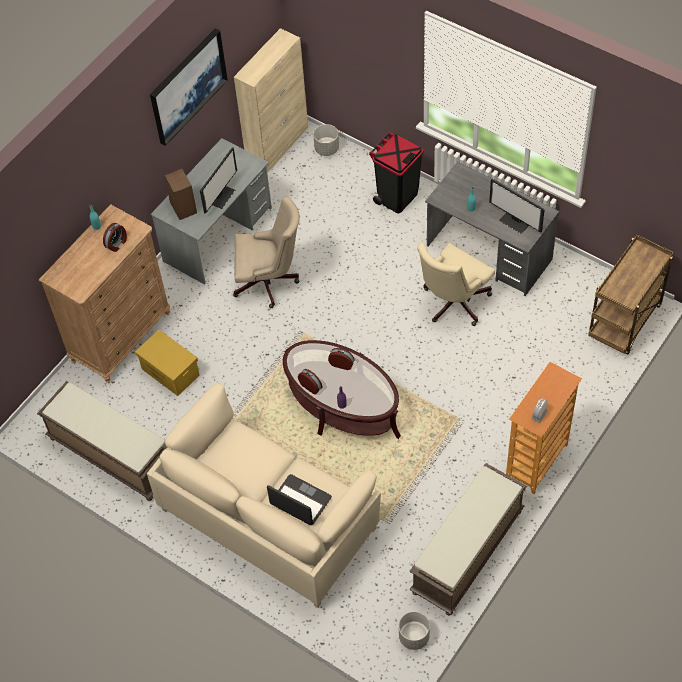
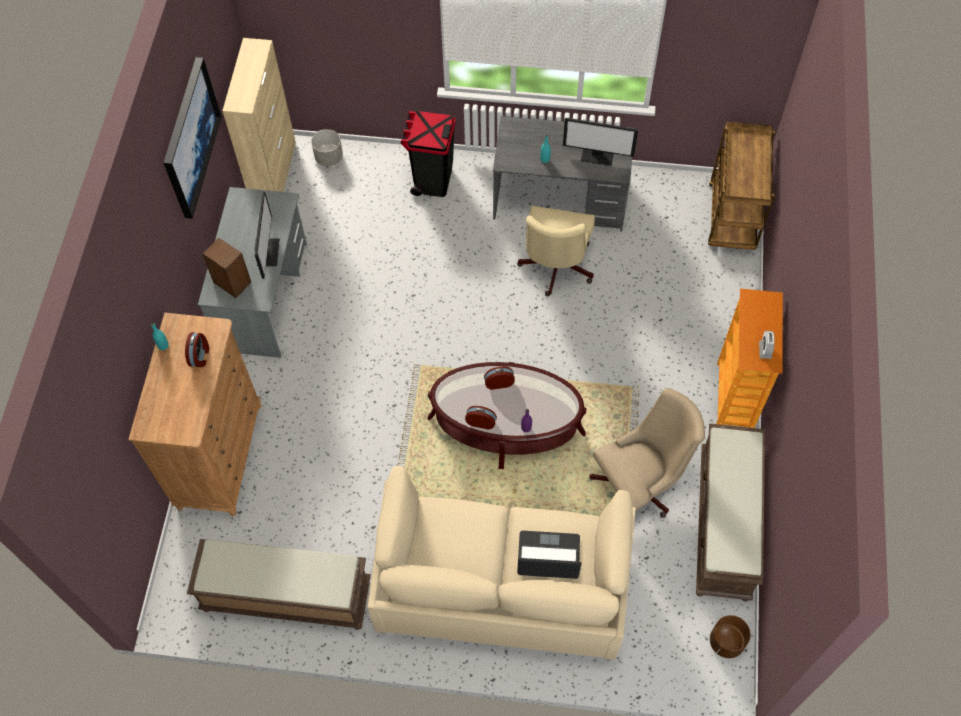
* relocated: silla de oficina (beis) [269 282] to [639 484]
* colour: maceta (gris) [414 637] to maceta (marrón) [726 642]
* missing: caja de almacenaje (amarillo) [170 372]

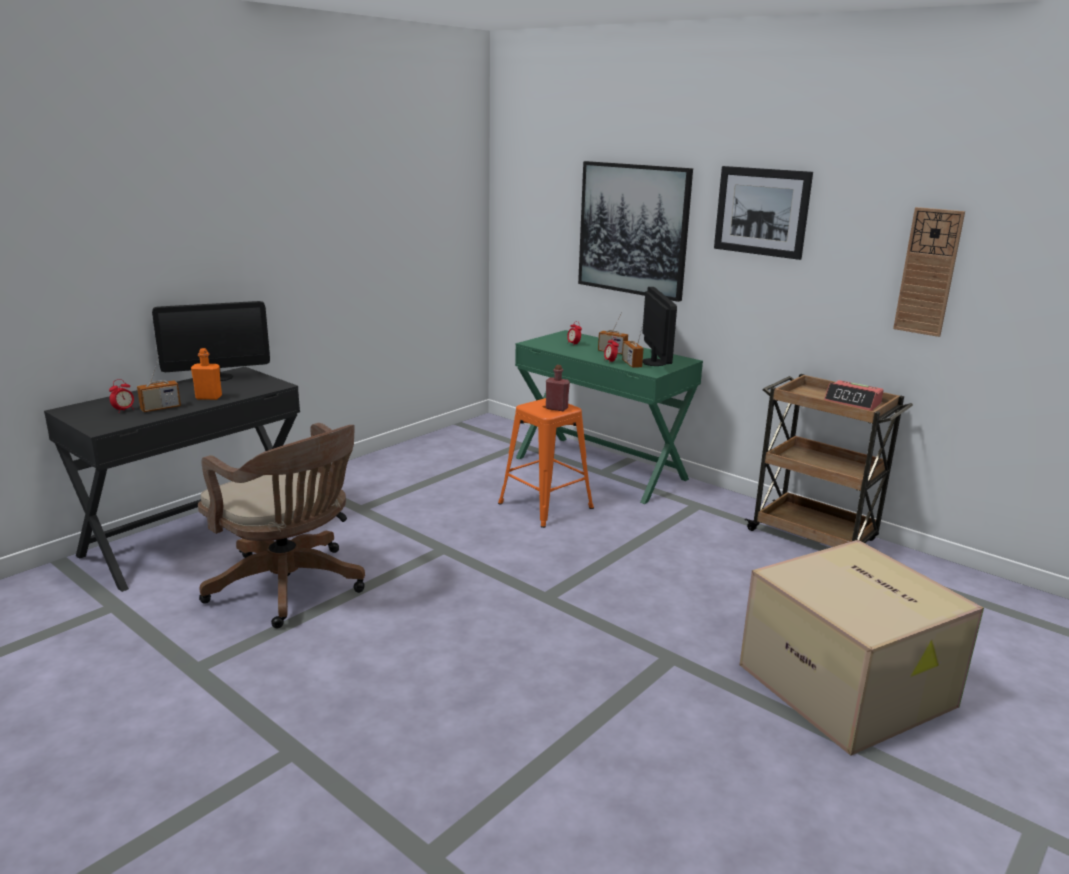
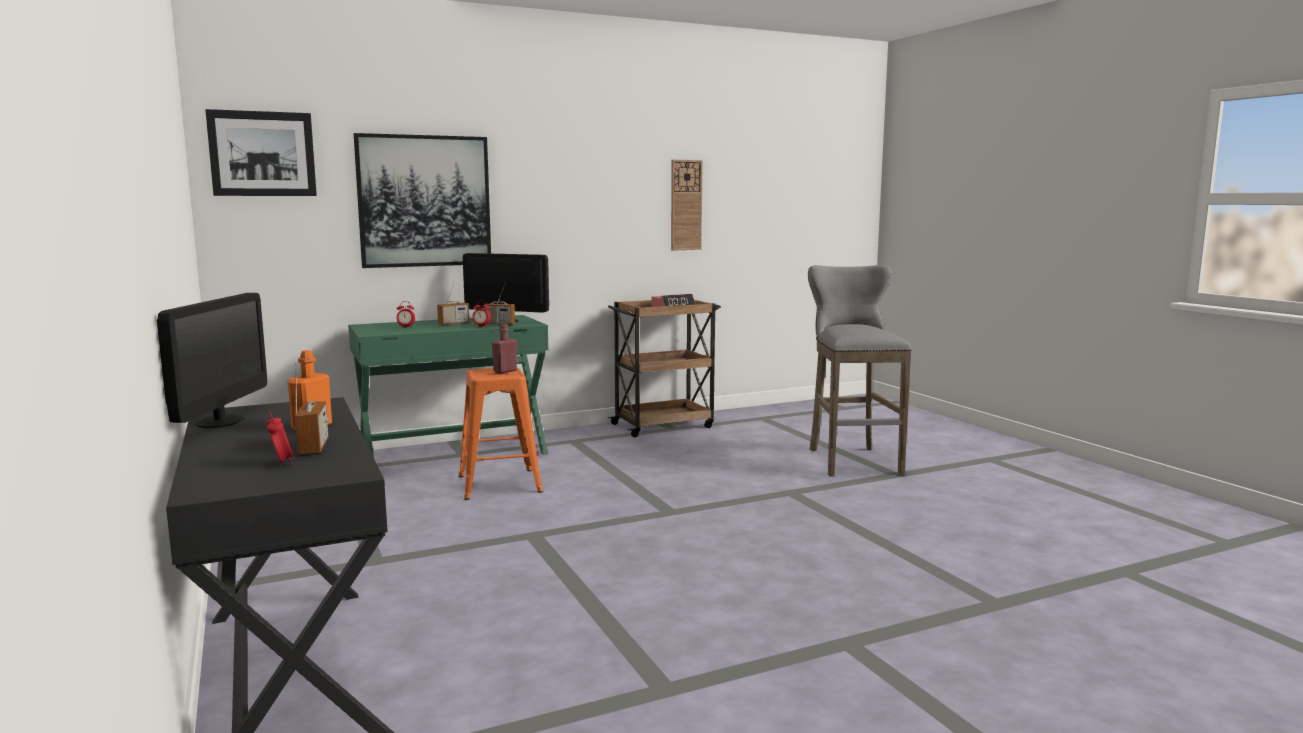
* relocated: cuadro [761 211] to [262 154]
* exchanged: caja de cartón [849 686] to taburete (gris) [851 460]
* missing: silla de oficina (marrón) [291 588]

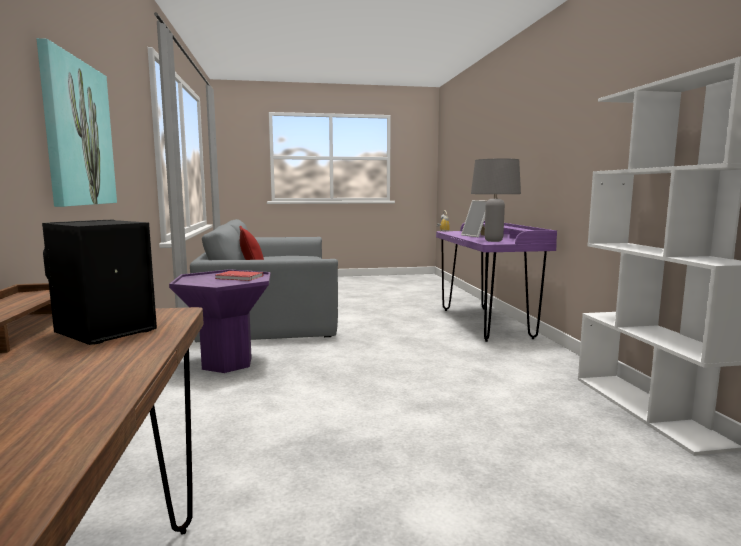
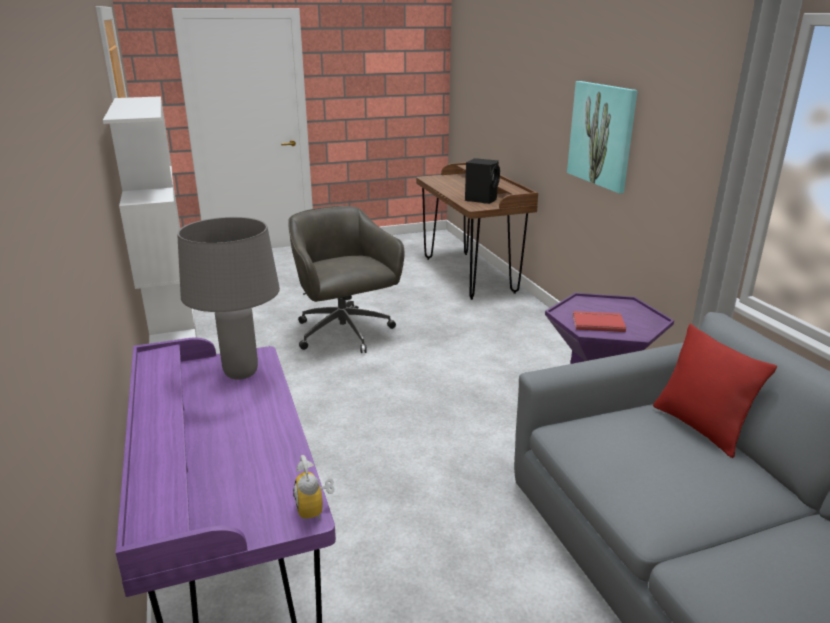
* appeared: silla de oficina (gris) [344 333]
* missing: portarretratos [476 236]

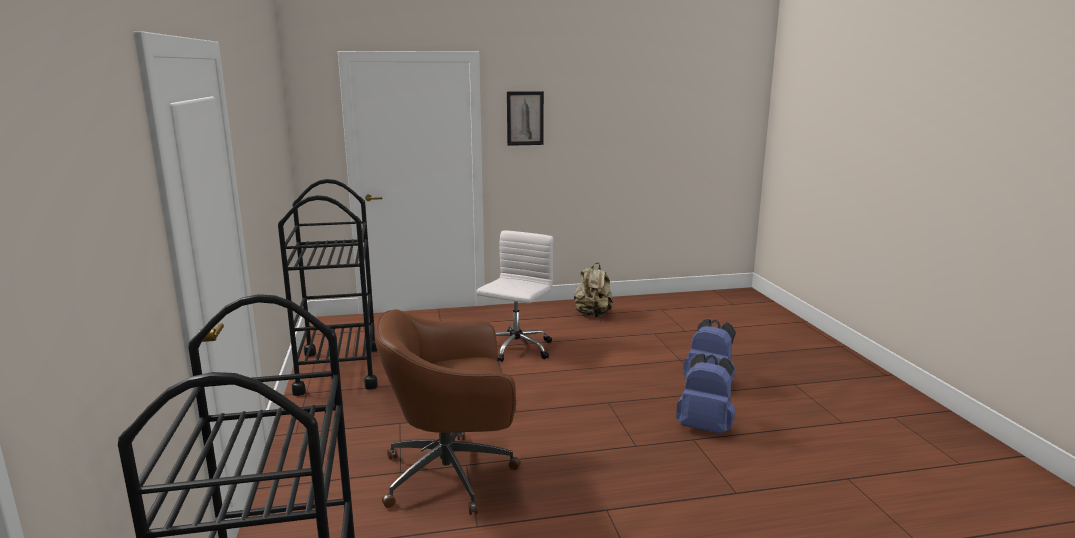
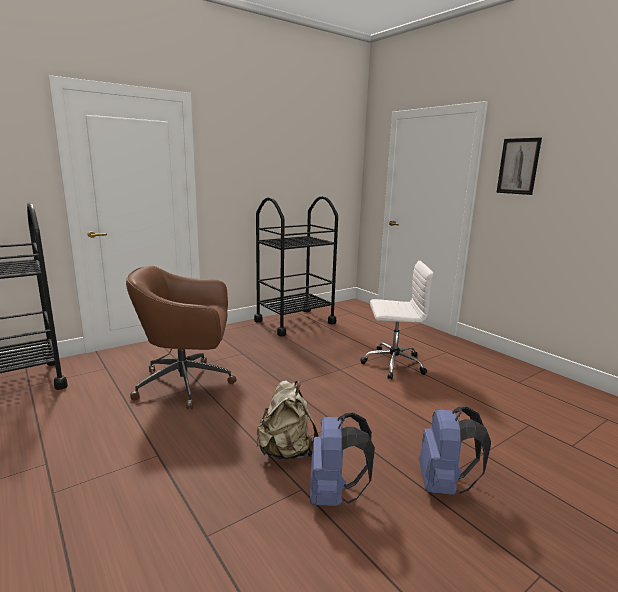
* spun: silla de oficina (marrón) [452 474] = [187 384] 60 degrees counterclockwise
* relocated: mochila (beis) [593 315] to [286 451]

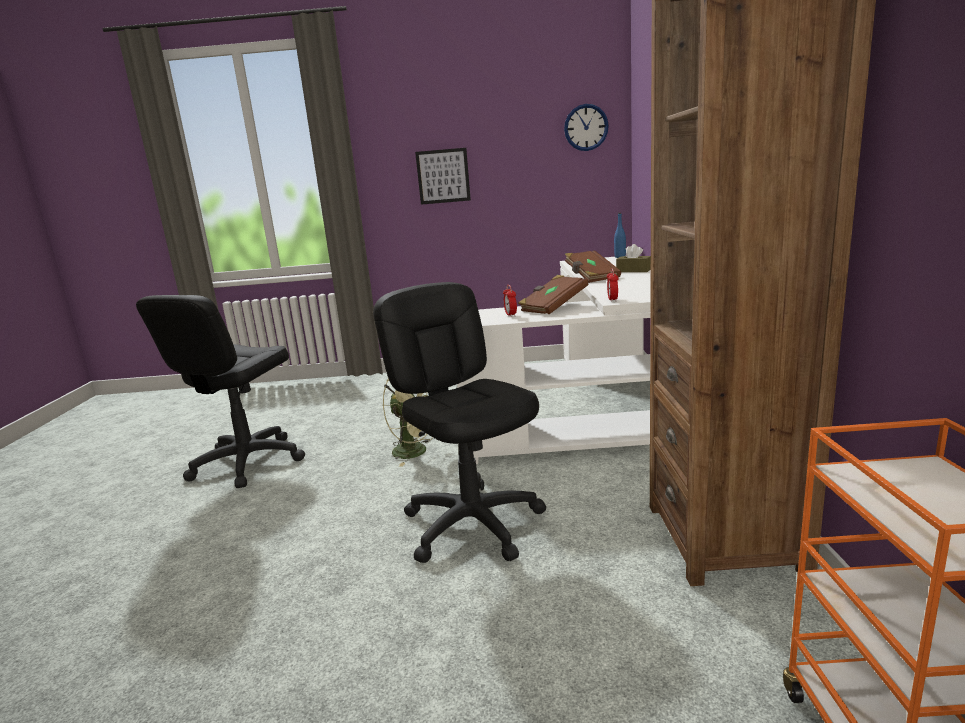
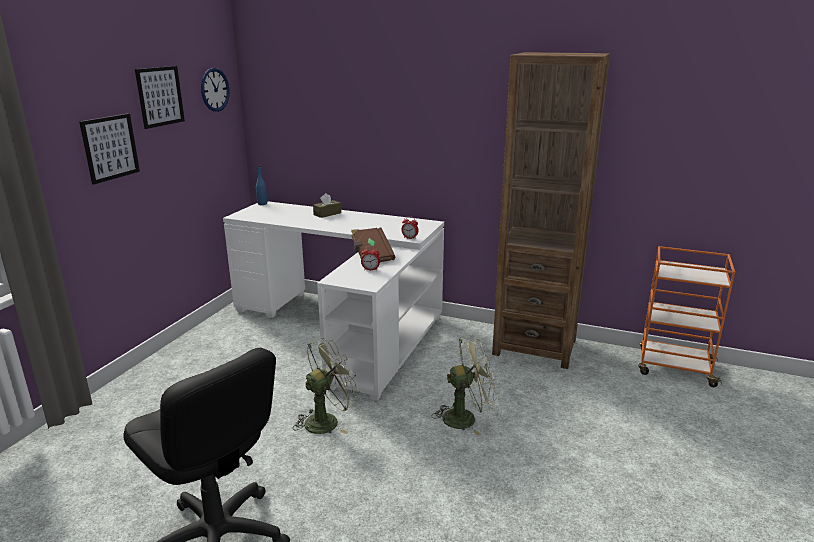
* appeared: cuadro [160 96]
* exchanged: silla de oficina (negro) [473 524] to ventilador (verde) [466 417]
* missing: libro (marrón) [591 277]

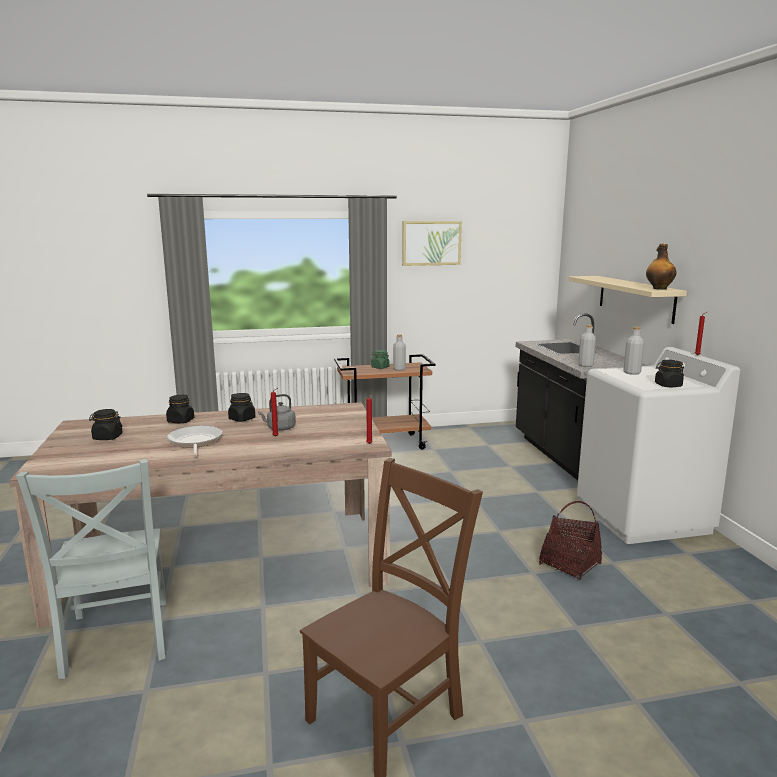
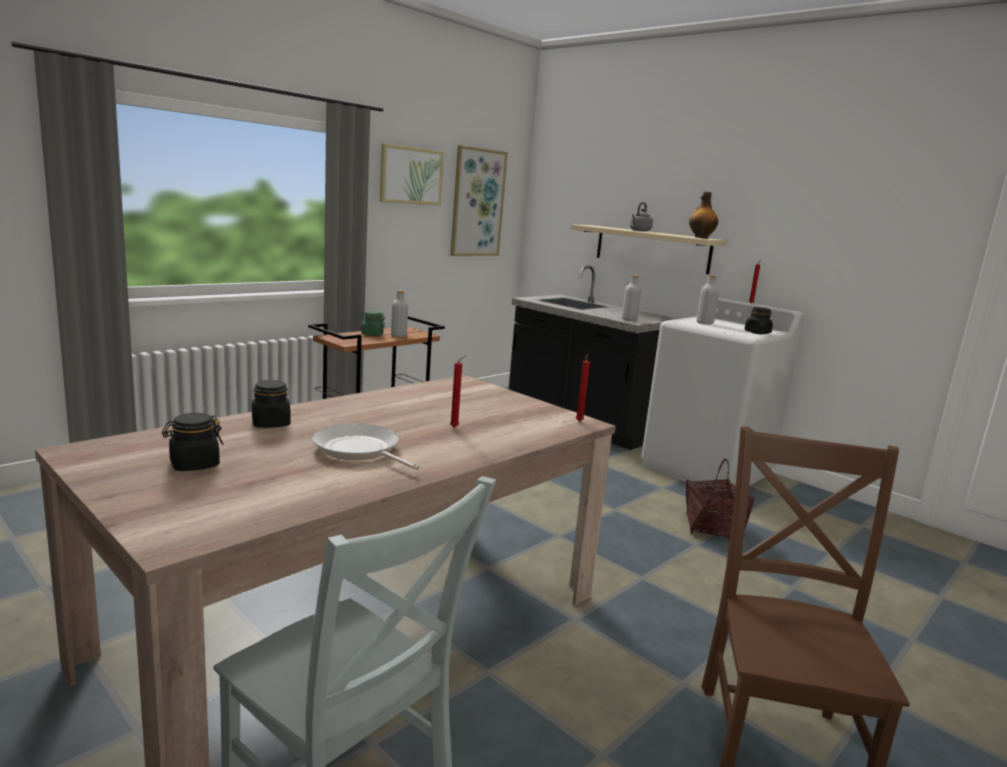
* appeared: cuadro [477 203]
* relocated: hervidor (gris) [279 428] to [639 231]
* missing: tarro (negro) [242 419]

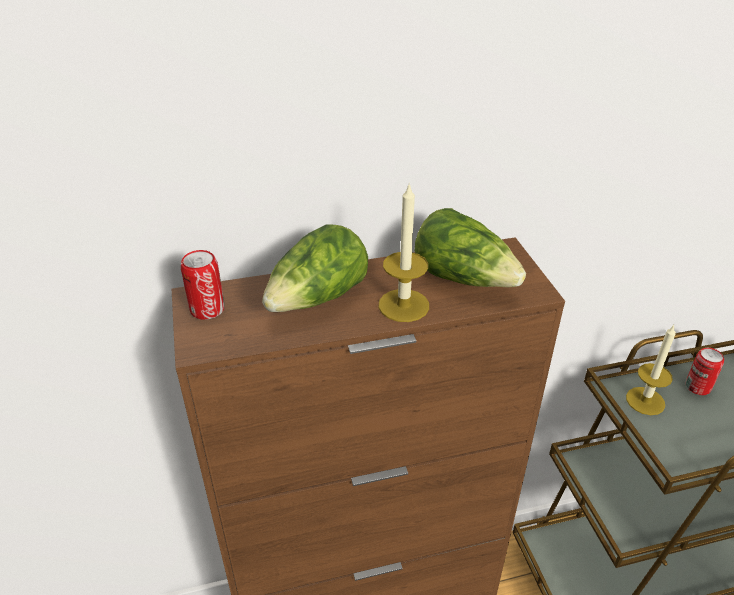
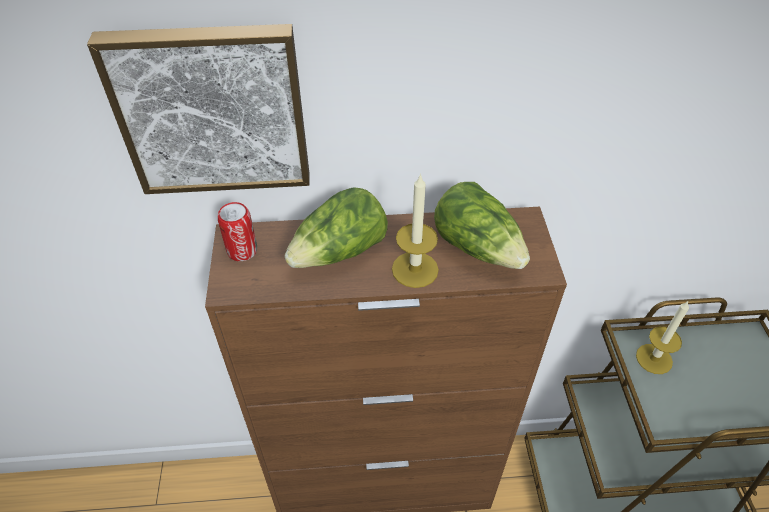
* appeared: cuadro [213 109]
* missing: lata [697 387]

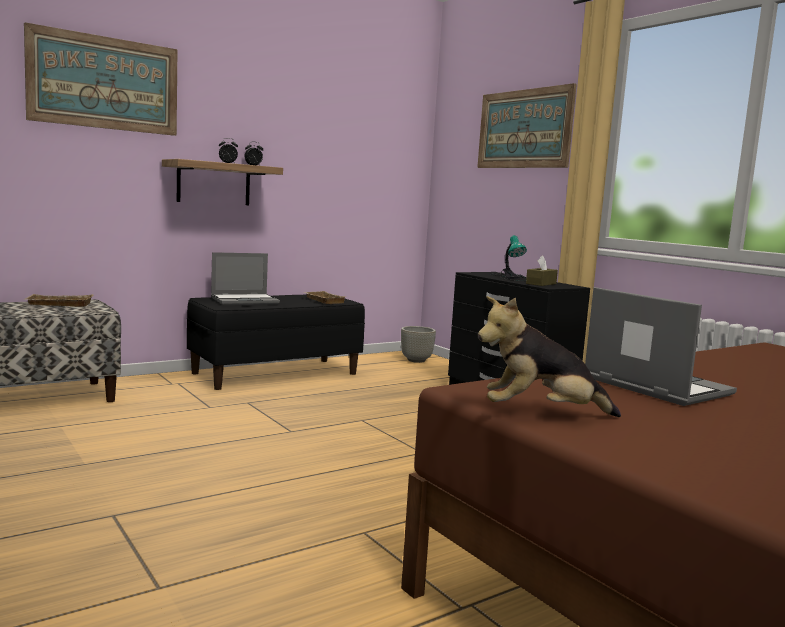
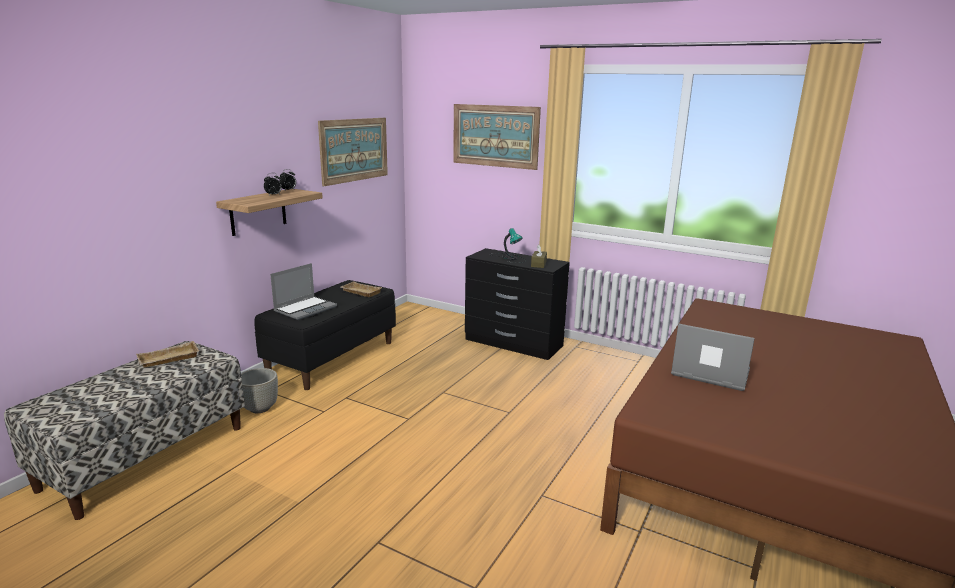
* relocated: maceta (gris) [416 360] to [260 408]
* relocated: cuadro [104 83] to [354 150]
* missing: peluche [540 414]

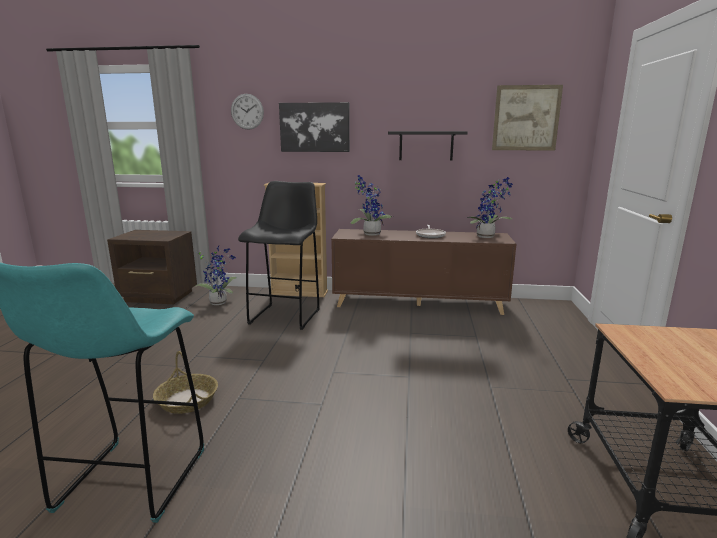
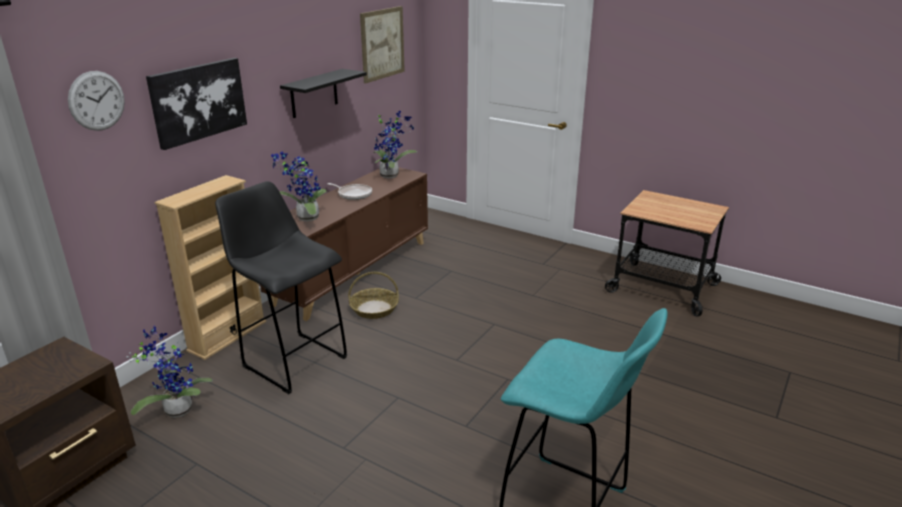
* relocated: cesta [187 400] to [374 309]

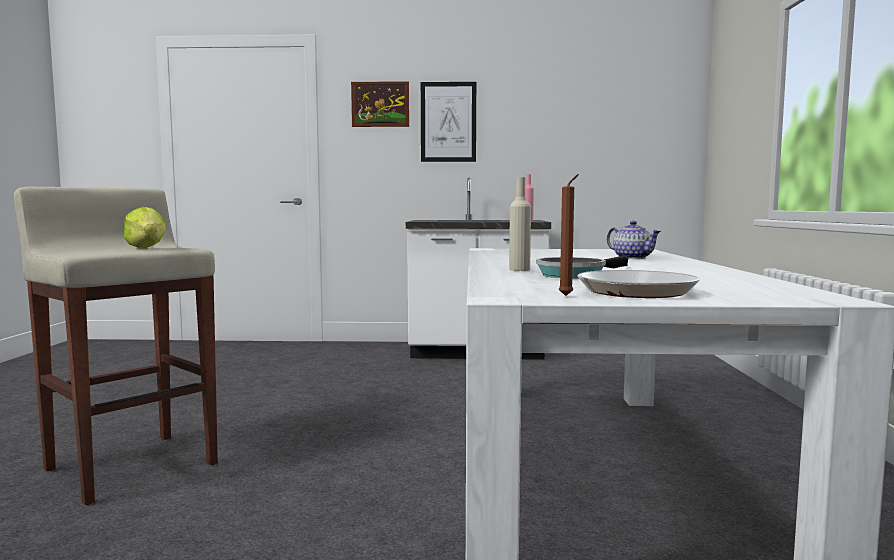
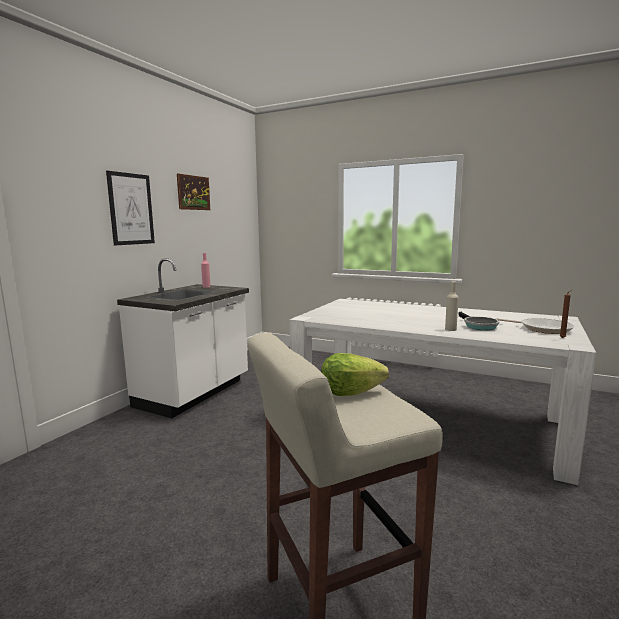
* relocated: cuadro [380 104] to [193 192]
* missing: tetera [632 258]

